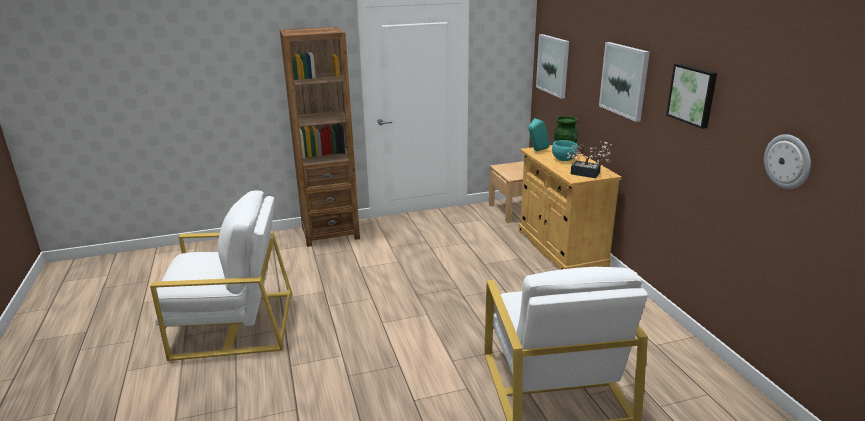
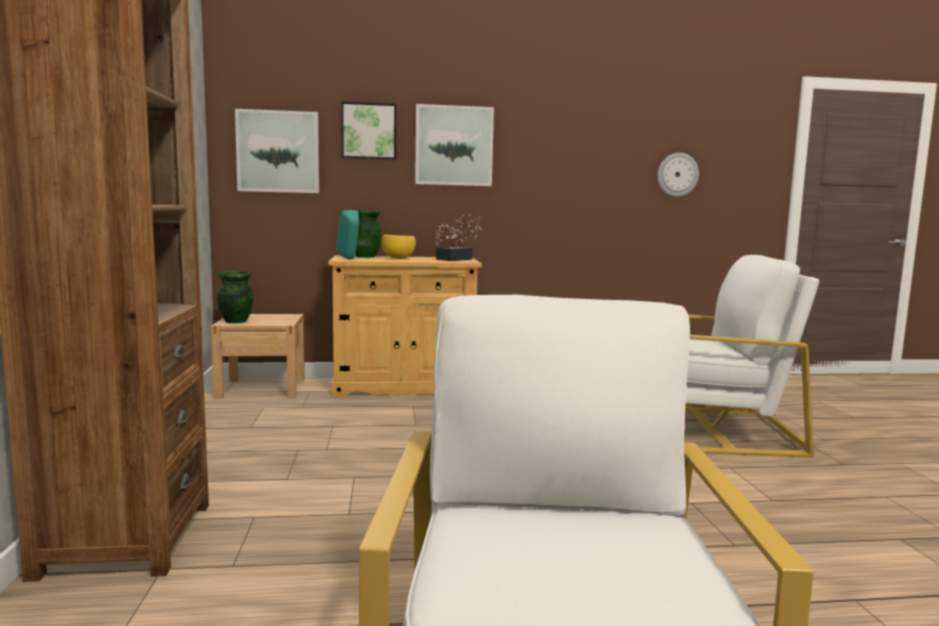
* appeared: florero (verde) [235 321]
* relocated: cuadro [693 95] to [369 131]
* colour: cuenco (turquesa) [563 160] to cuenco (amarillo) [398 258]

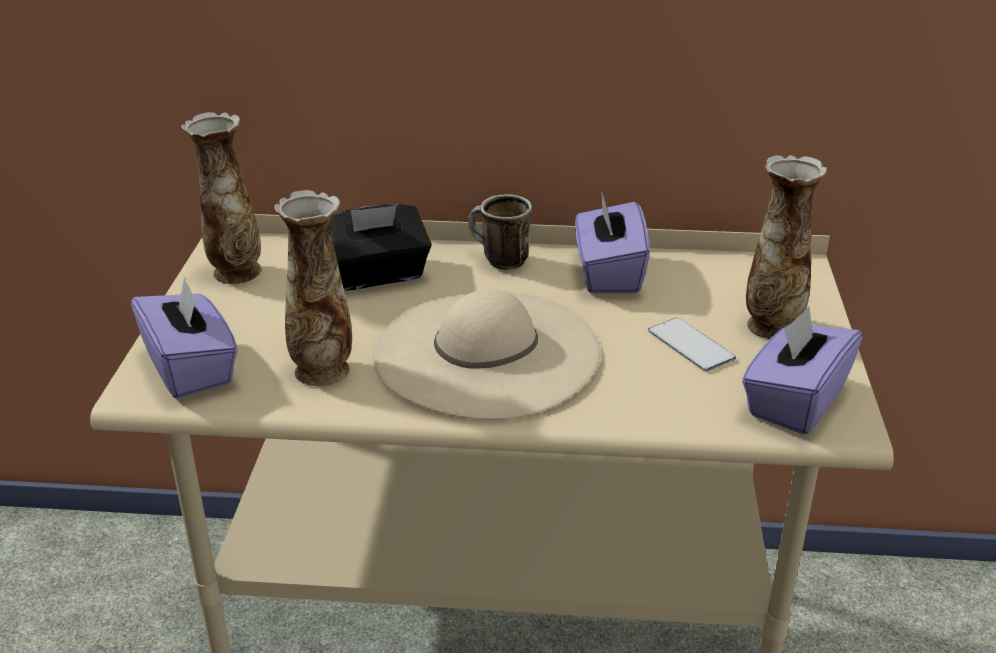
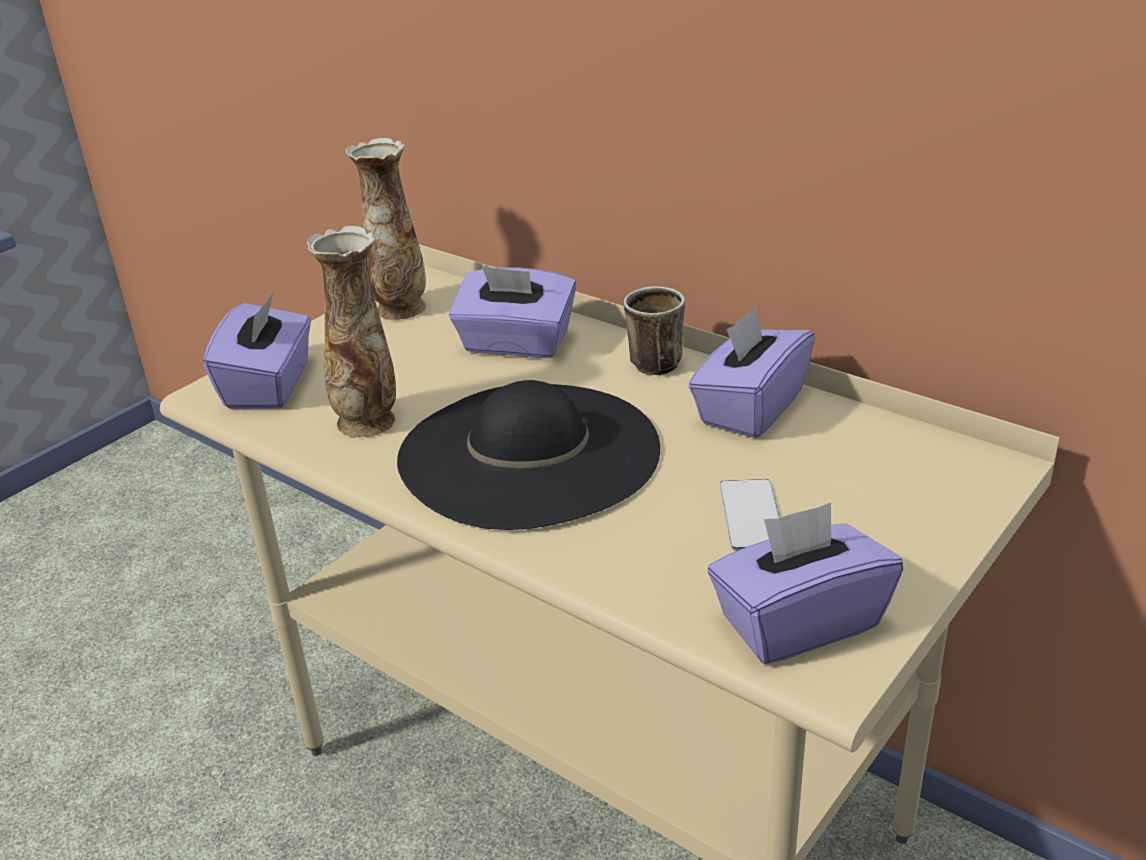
* colour: sombrero (beis) [486 352] to sombrero (negro) [529 453]
* colour: caja de pañuelos (negro) [376 275] to caja de pañuelos (morado) [516 344]
* missing: florero [772 325]

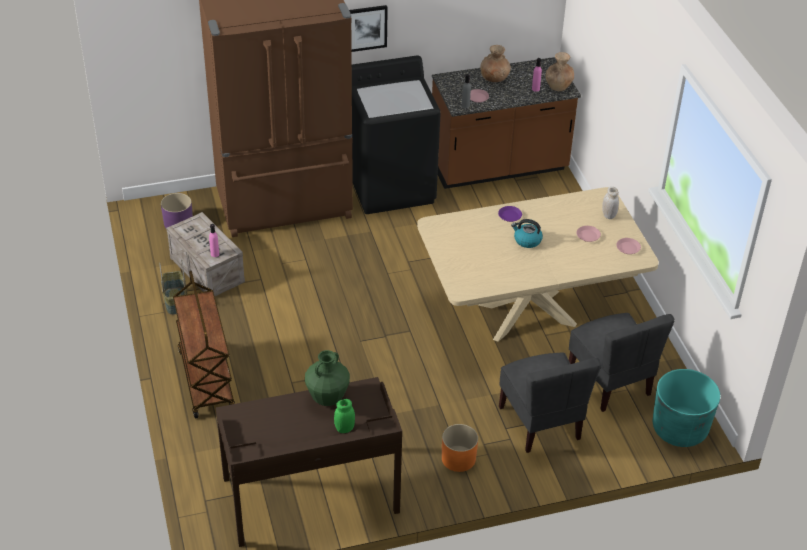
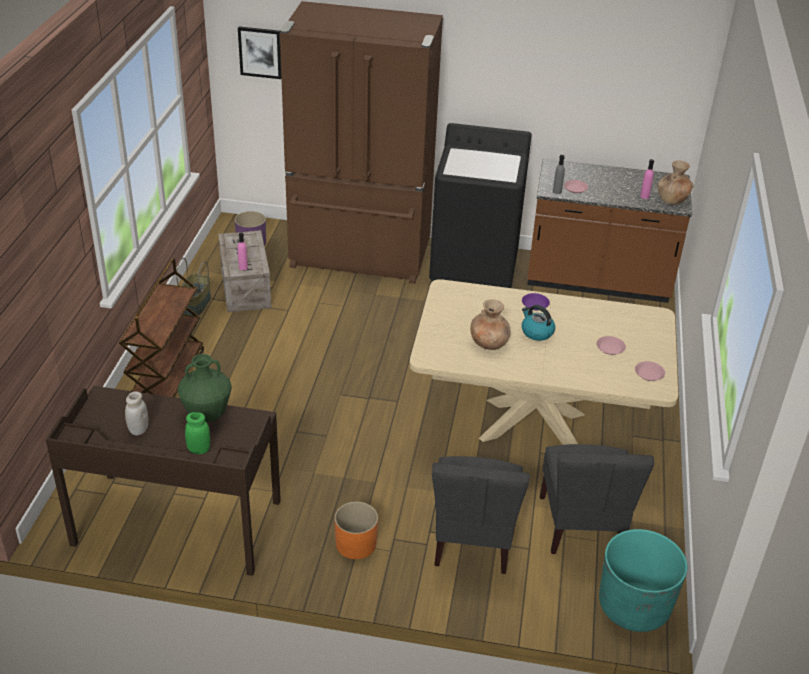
* relocated: tarro (blanco) [608 215] to [138 430]
* relocated: cuadro [367 28] to [260 52]
* relocated: florero (marrón) [494 78] to [489 343]

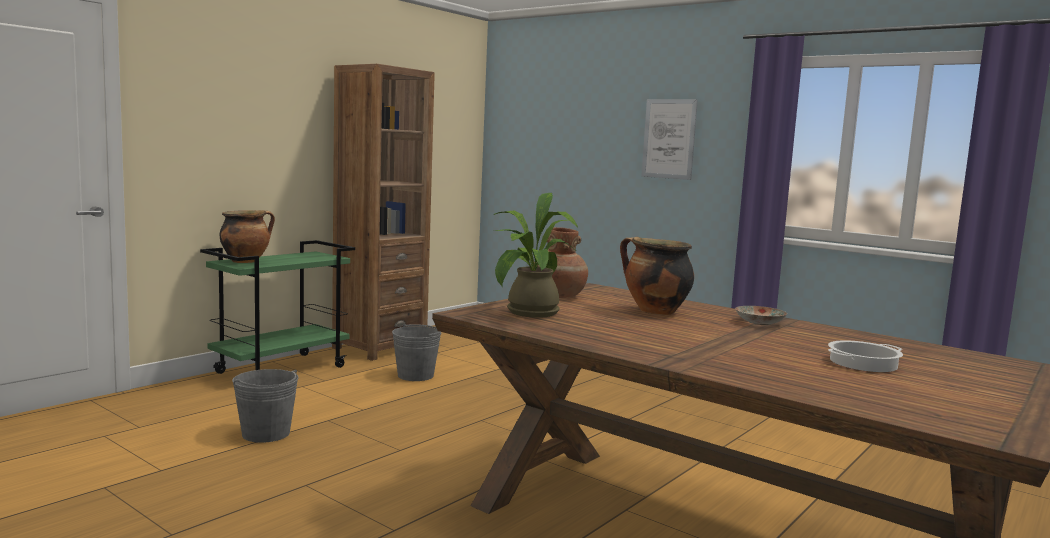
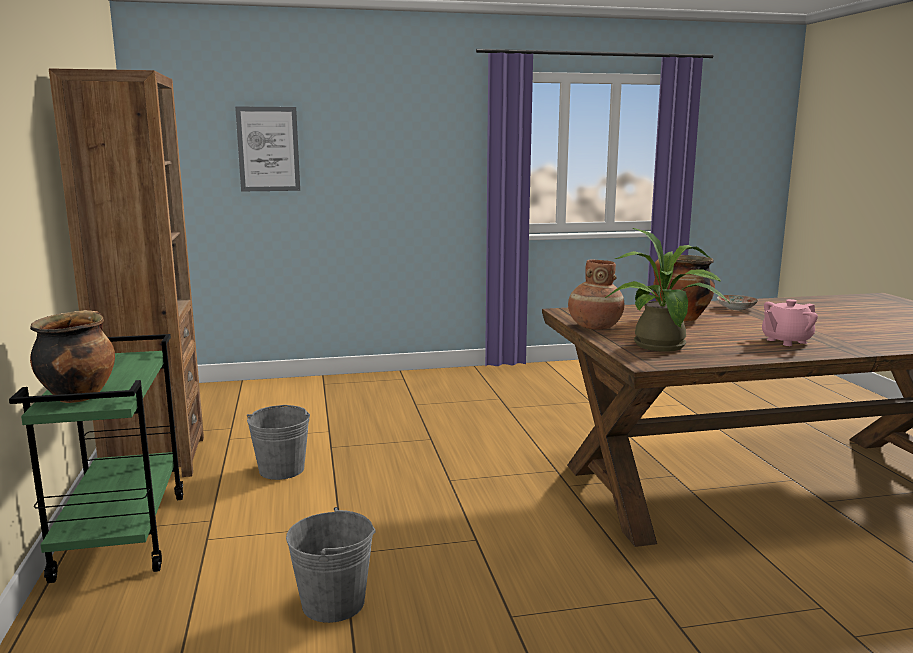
* relocated: cuadro [669 139] to [268 149]
* appeared: tetera (rosa) [786 341]
* missing: olla [863 363]

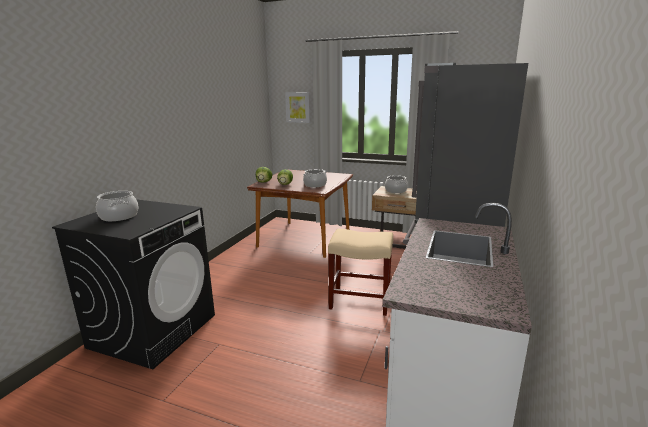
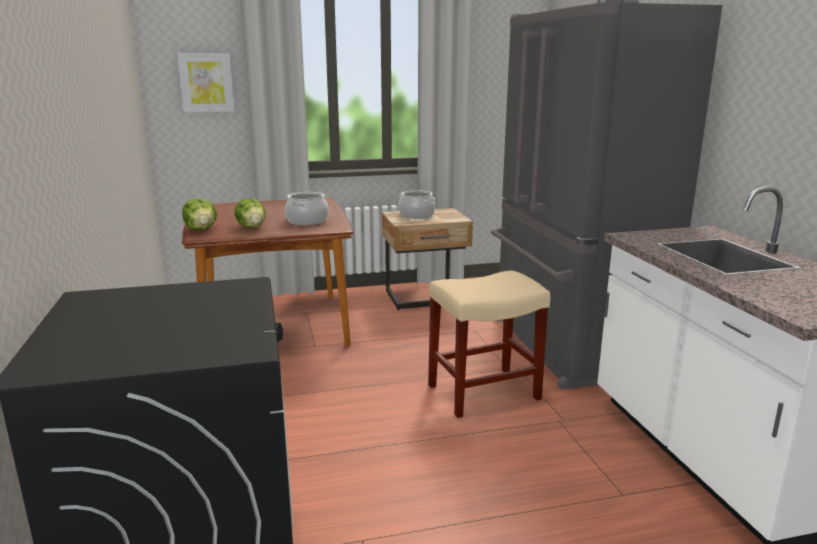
* missing: olla [119 216]

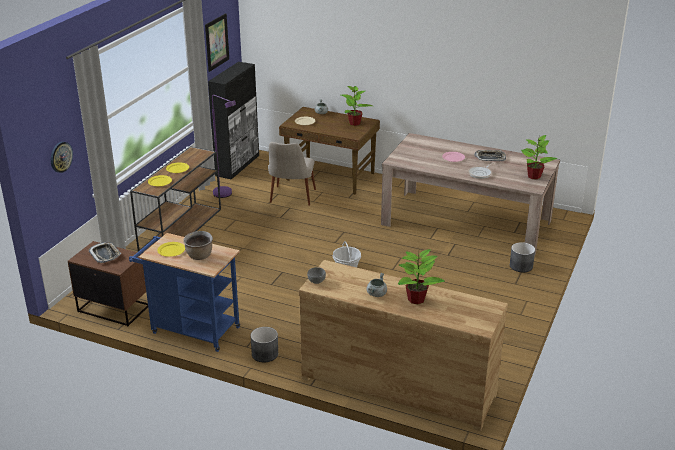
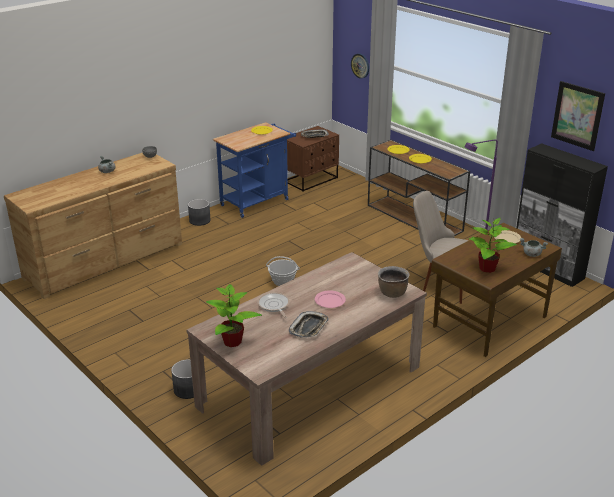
* relocated: olla (marrón) [199 256] to [392 293]
* missing: planta en maceta [416 299]

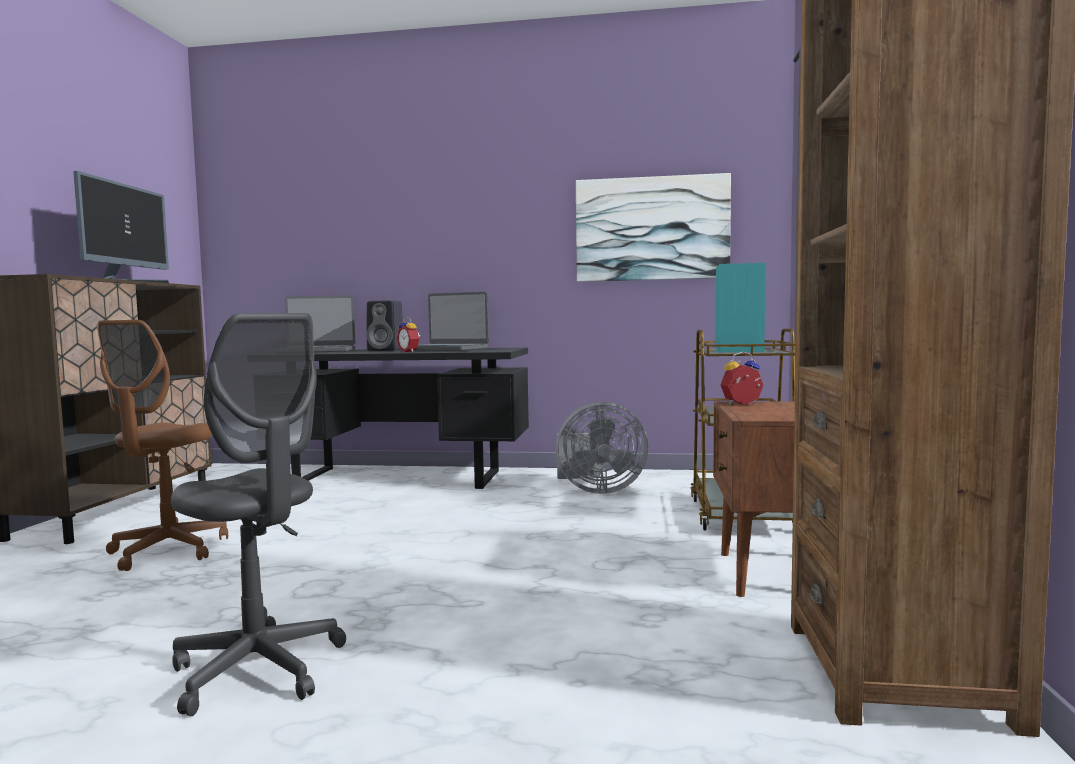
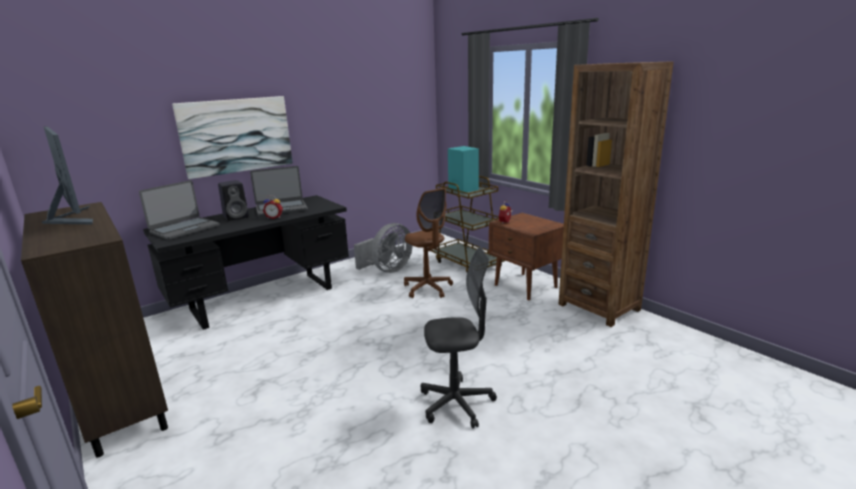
* relocated: cuadro [651 229] to [236 135]
* relocated: silla de oficina (marrón) [168 551] to [428 288]

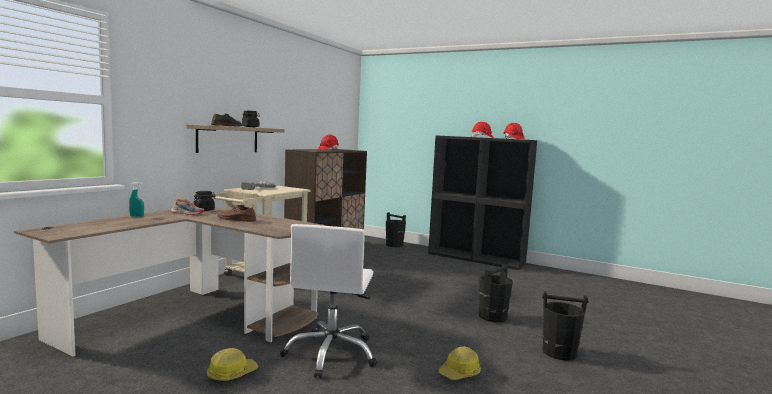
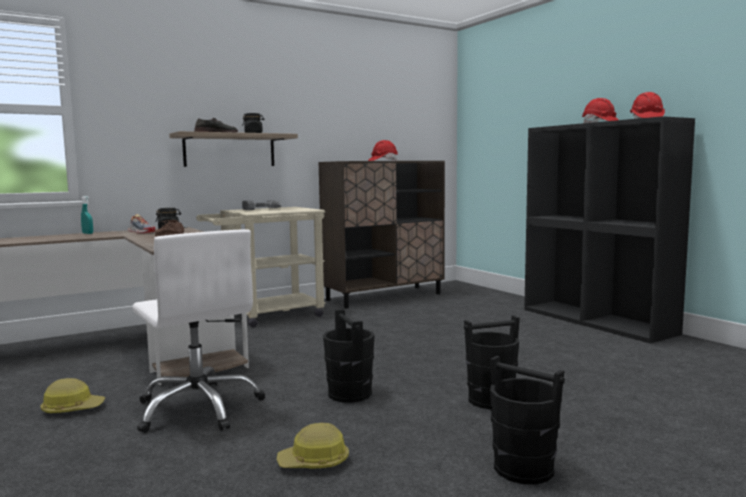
* spun: silla de oficina (blanco) [331 353] = [199 408] 75 degrees counterclockwise
* relocated: cubo (negro) [394 245] to [349 393]

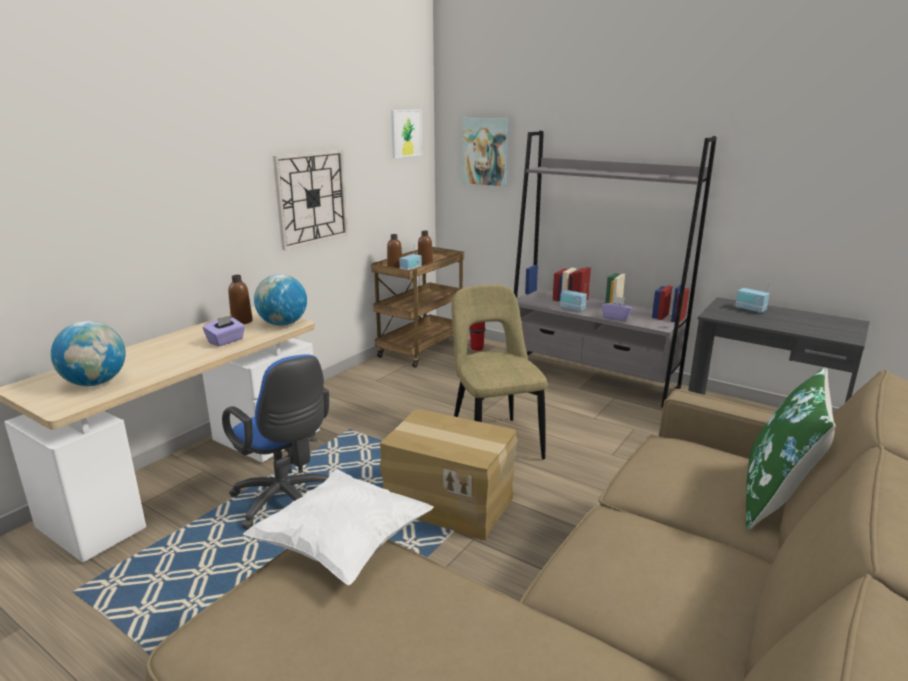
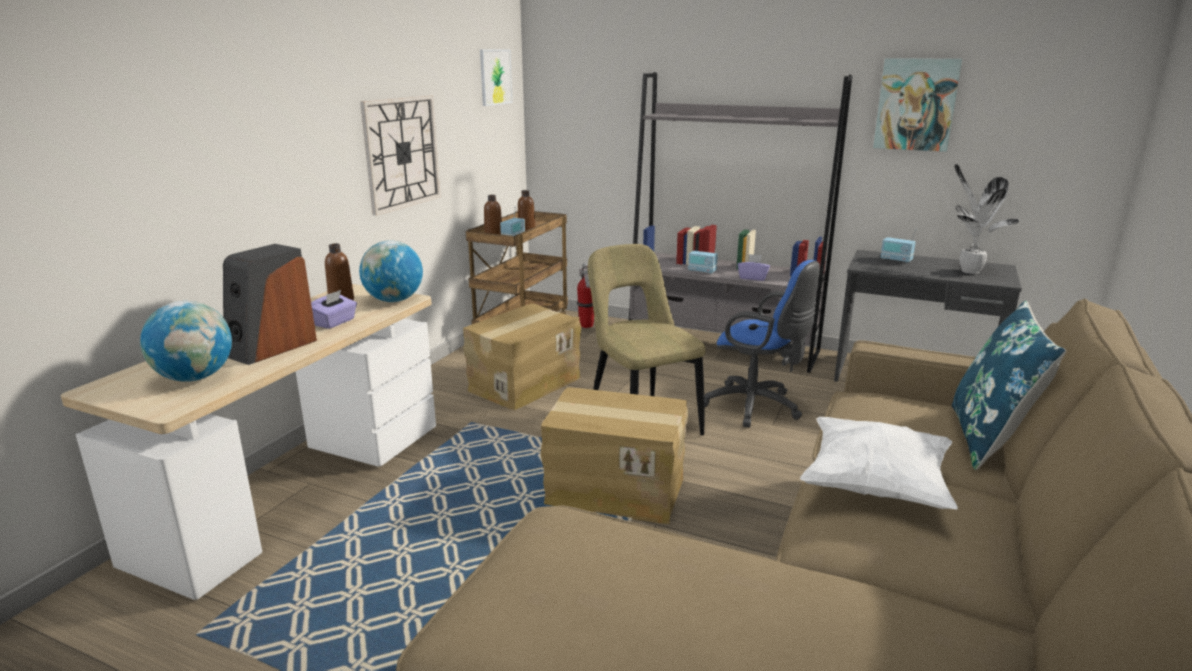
* appeared: altavoz [271 347]
* appeared: caja de cartón [524 383]
* relocated: silla de oficina (azul) [286 503] to [756 407]
* relocated: cojín (blanco) [343 545] to [875 487]
* relocated: cuadro [486 151] to [916 104]
* colour: cojín (verde) [776 498] to cojín (azul) [989 439]
* appeared: planta en maceta [968 271]

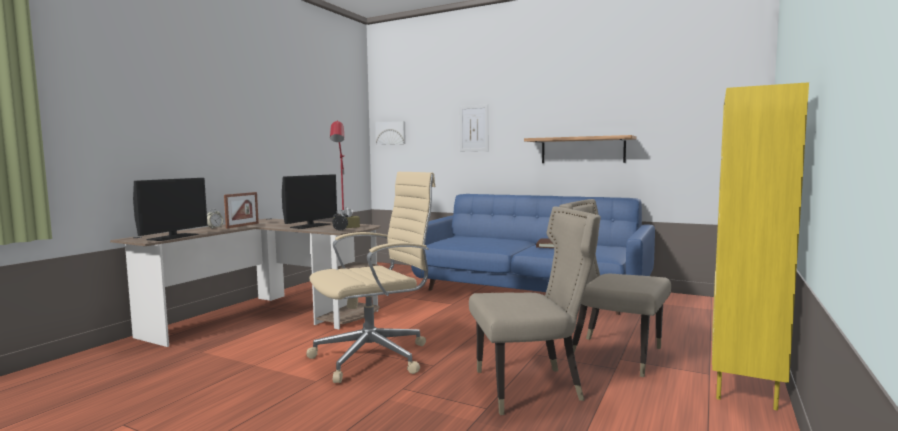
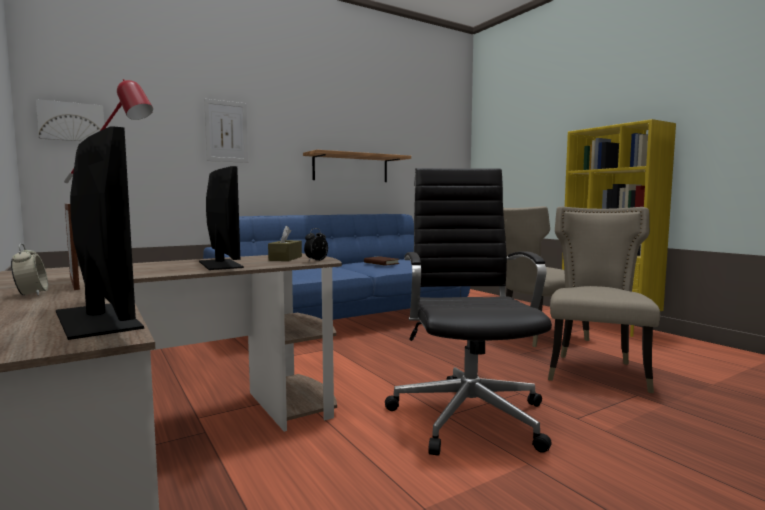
* colour: silla de oficina (beis) [375 357] to silla de oficina (negro) [468 414]

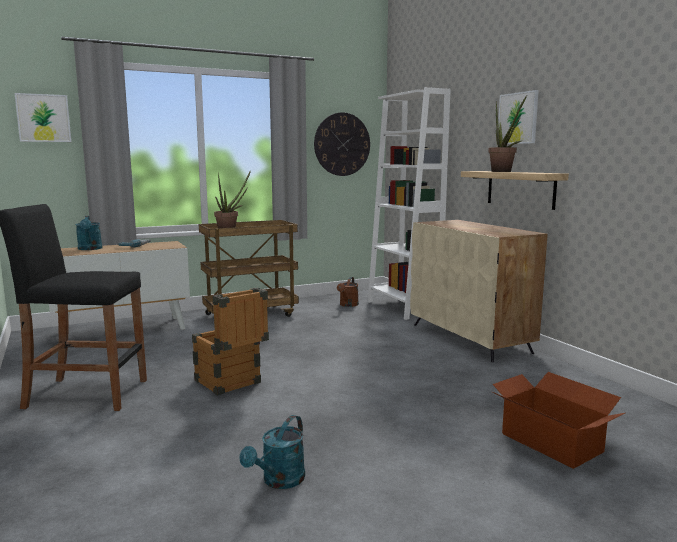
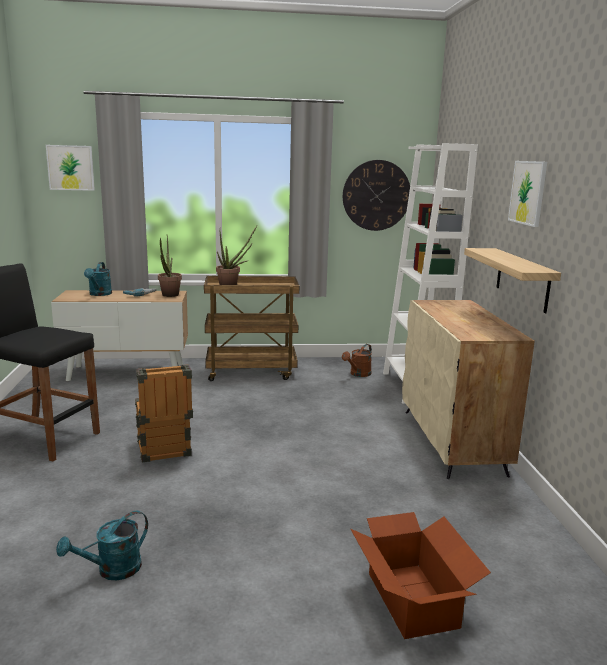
* relocated: planta en maceta [503 171] to [169 296]

